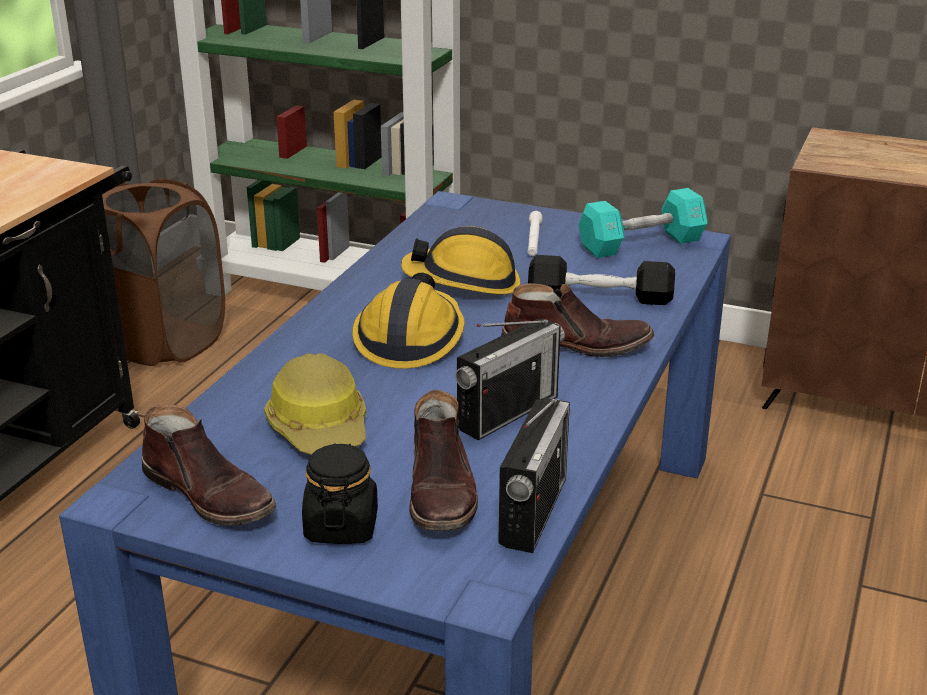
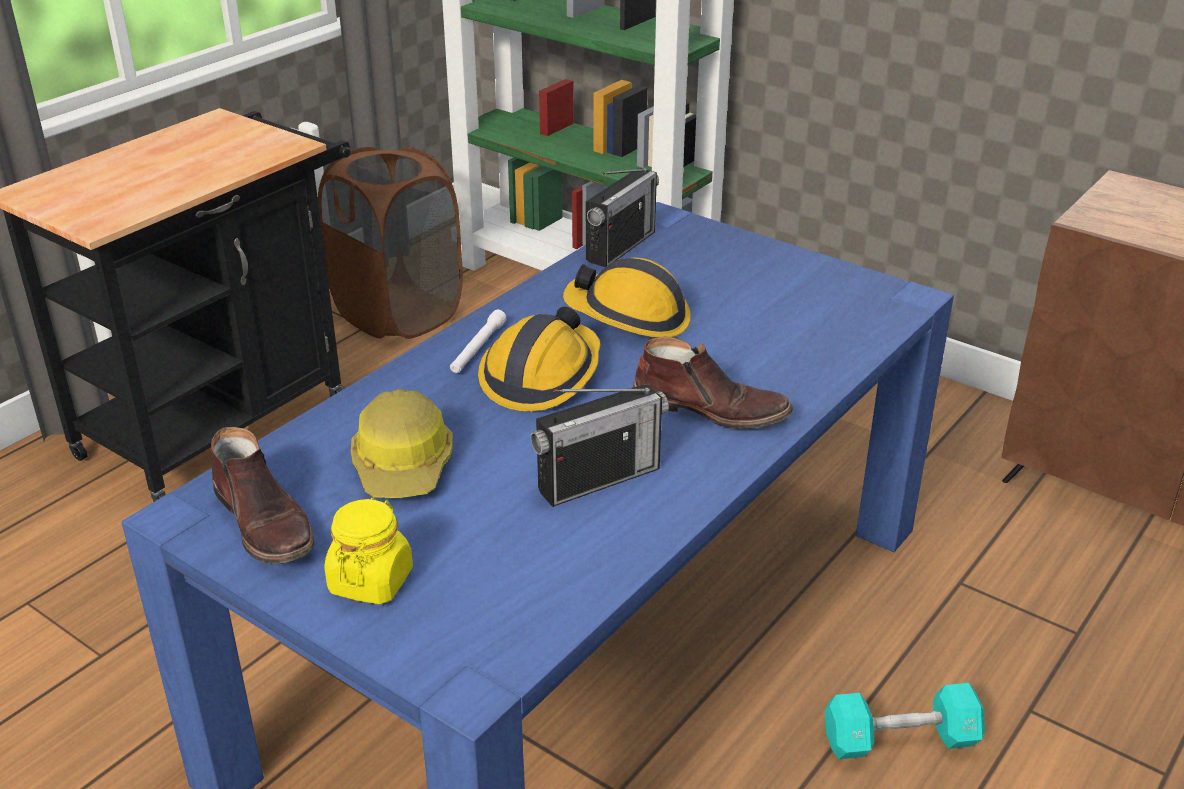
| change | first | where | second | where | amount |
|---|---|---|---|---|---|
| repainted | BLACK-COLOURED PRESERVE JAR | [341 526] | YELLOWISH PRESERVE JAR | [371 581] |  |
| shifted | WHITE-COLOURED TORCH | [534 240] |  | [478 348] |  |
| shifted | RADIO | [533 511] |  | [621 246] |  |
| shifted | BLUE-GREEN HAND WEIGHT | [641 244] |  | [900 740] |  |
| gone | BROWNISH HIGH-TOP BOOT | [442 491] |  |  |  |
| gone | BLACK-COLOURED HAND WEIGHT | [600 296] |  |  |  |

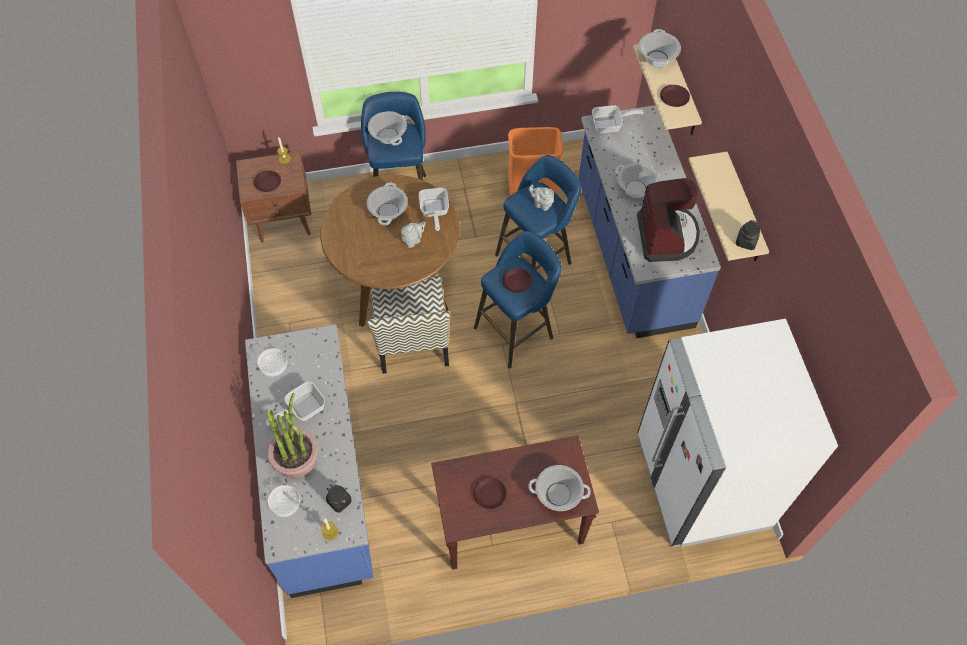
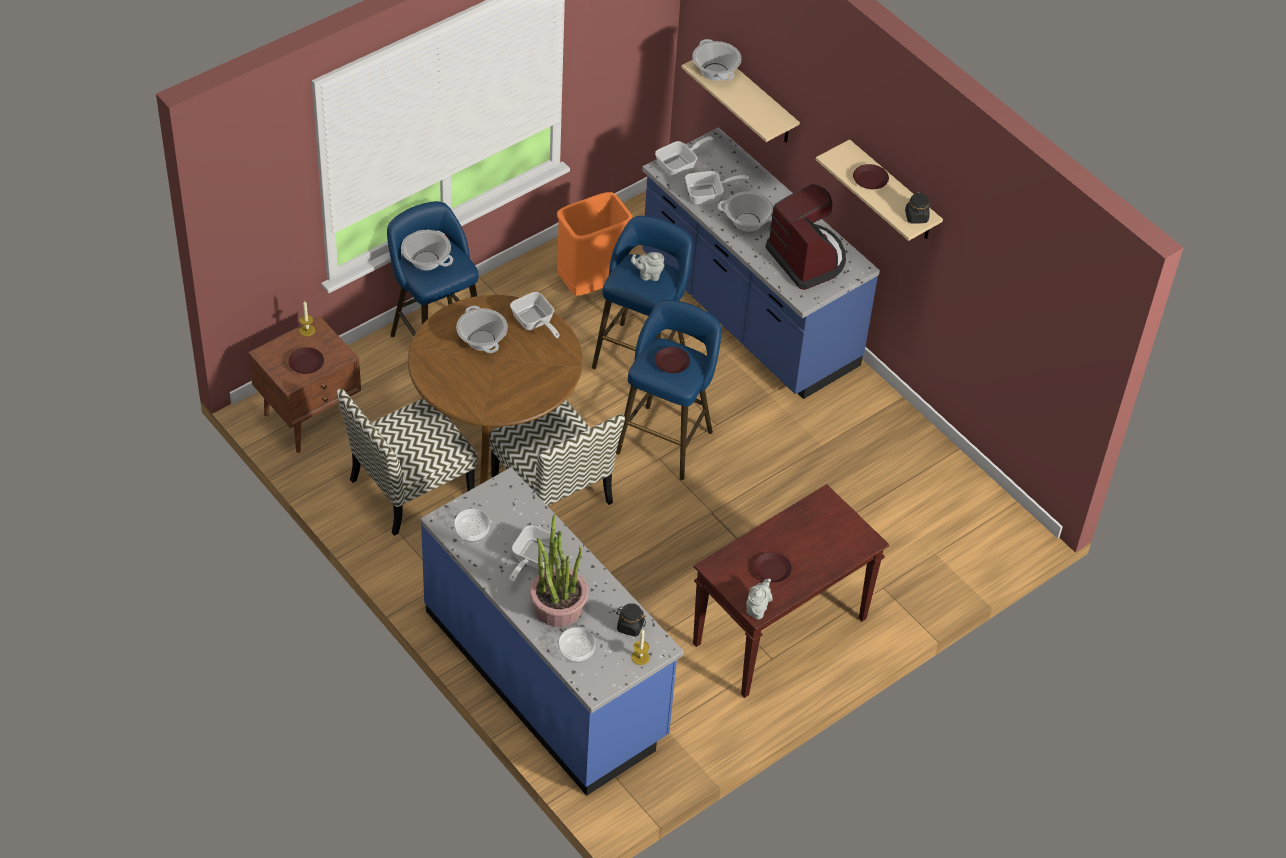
| change | first | where | second | where | amount |
|---|---|---|---|---|---|
| new |  |  | CHAIR | [410 488] |  |
| new |  |  | FRYING PAN | [708 195] |  |
| shifted | GREY TEA POT | [413 240] |  | [757 608] |  |
| shifted | BROWNISH DINNER PLATE | [674 98] |  | [870 179] |  |
| gone | SAUCEPOT | [558 494] |  |  |  |
| gone | WHITE-COLOURED FRIDGE | [701 482] |  |  |  |

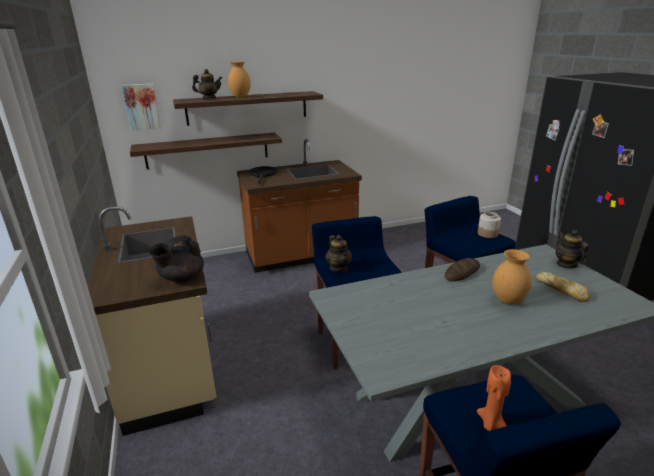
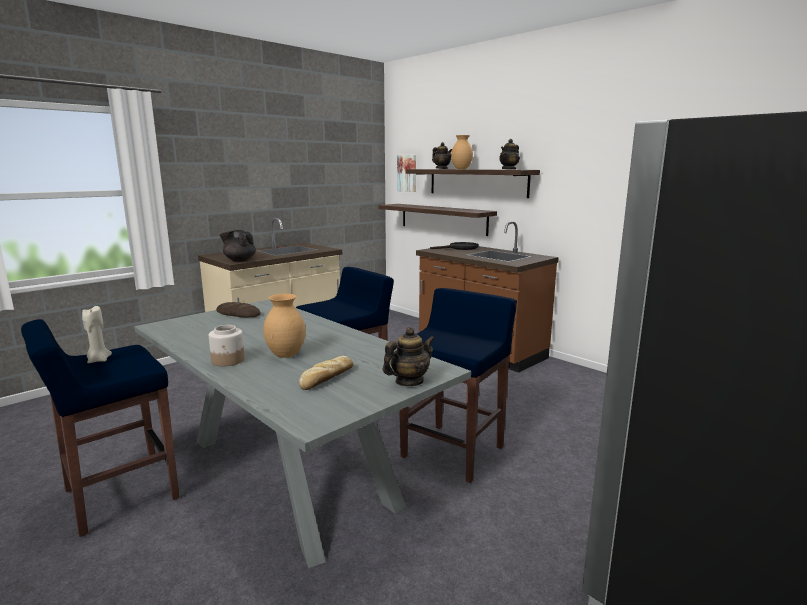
| change | first | where | second | where | amount |
|---|---|---|---|---|---|
| repainted | ORANGEY WAX CANDLE | [490 423] | BEIGE WAX CANDLE | [98 360] |  |
| shifted | PRESERVE JAR | [488 234] |  | [228 360] |  |
| shifted | BAKERY BREAD | [462 272] |  | [238 314] |  |
| shifted | TEA POT | [338 268] |  | [509 169] |  |

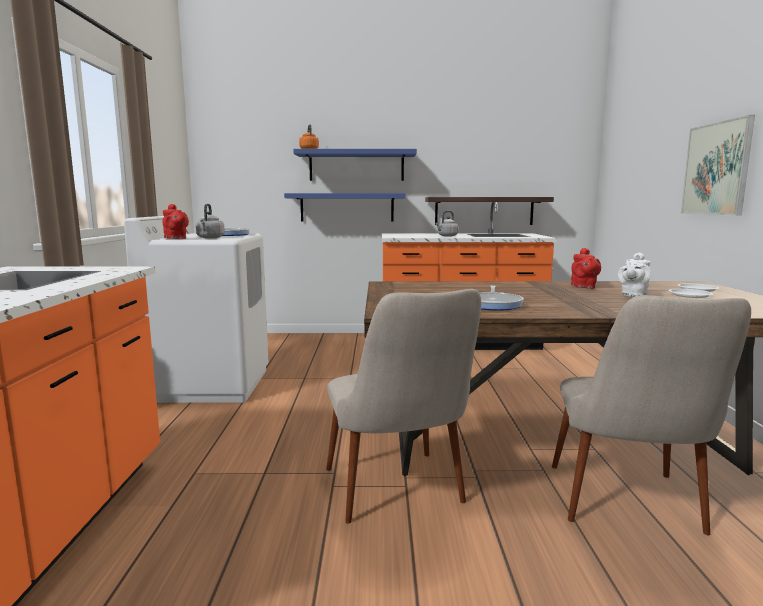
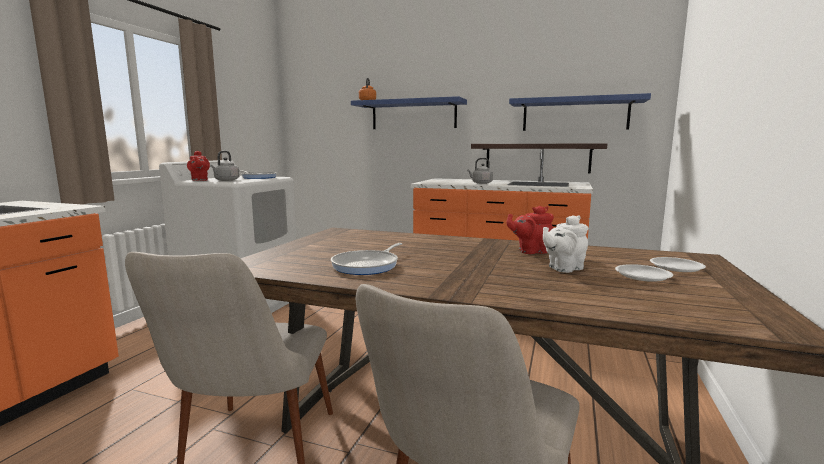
| change | first | where | second | where | amount |
|---|---|---|---|---|---|
| rotated | REDDISH TEA POT | [583 287] |  | [530 251] | 60 degrees clockwise |
| shifted | BLUISH BRACKET SHELF | [347 207] |  | [575 115] |  |
| gone | WALL ART | [716 169] |  |  |  |

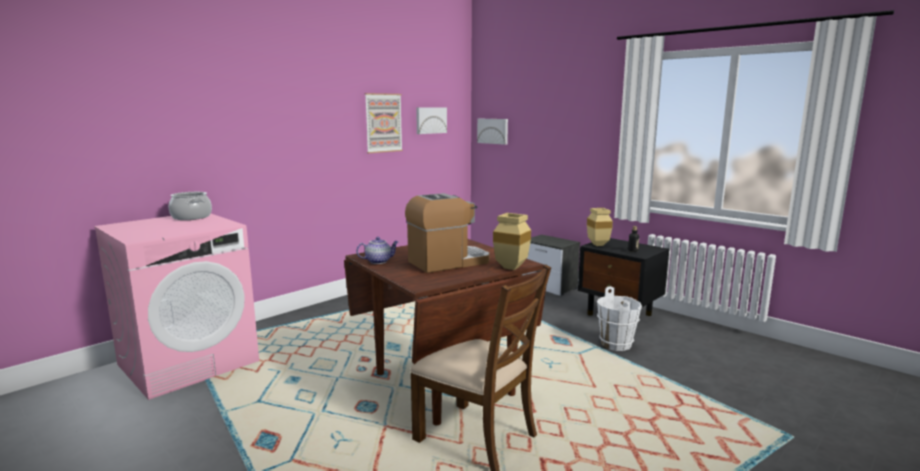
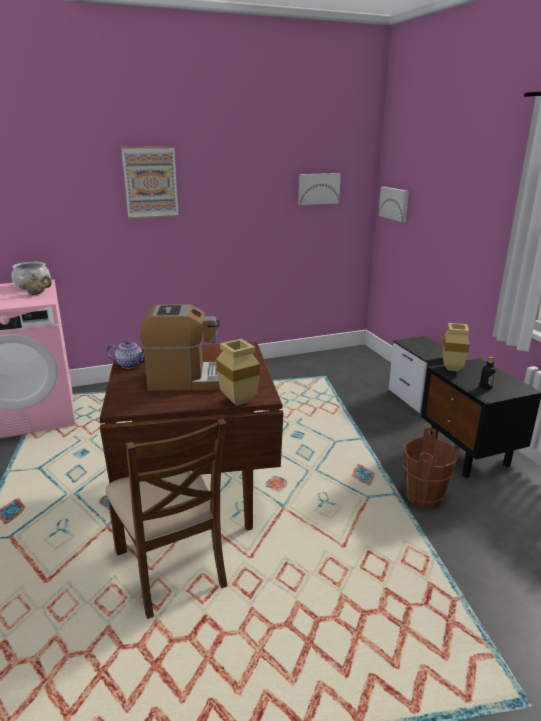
| change | first | where | second | where | amount |
|---|---|---|---|---|---|
| new |  |  | BEIGE TEA POT | [37 294] |  |
| shifted | WALL ART | [383 123] |  | [150 182] |  |
| repainted | WHITE-COLOURED BUCKET | [616 344] | BROWNISH BUCKET | [424 497] |  |

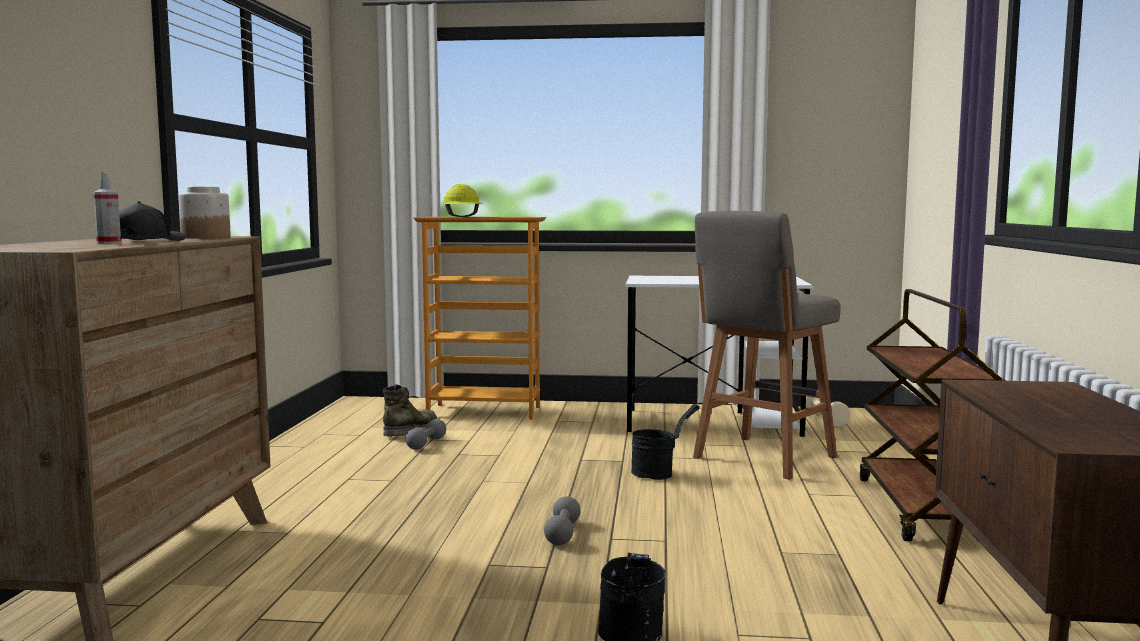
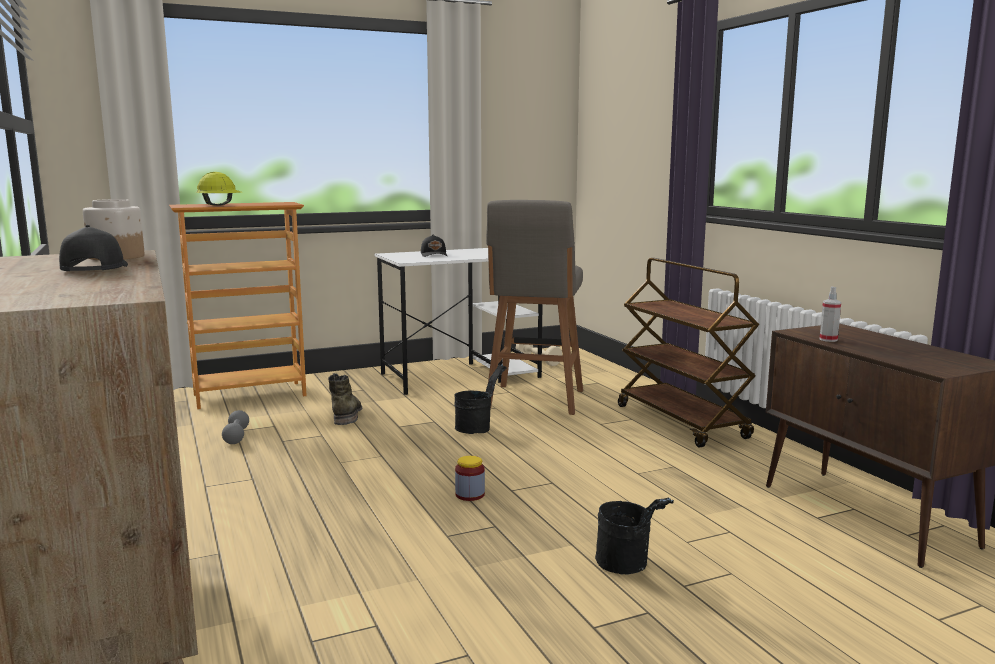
| change | first | where | second | where | amount |
|---|---|---|---|---|---|
| shifted | GREEN HIGH-TOP BOOT | [412 430] |  | [346 415] |  |
| new |  |  | BLACK-COLOURED CAP | [434 255] |  |
| swapped | GREY HAND WEIGHT | [562 533] | PRESERVE JAR | [470 495] |  |
| shifted | SPRAY BOTTLE | [109 243] |  | [828 339] |  |

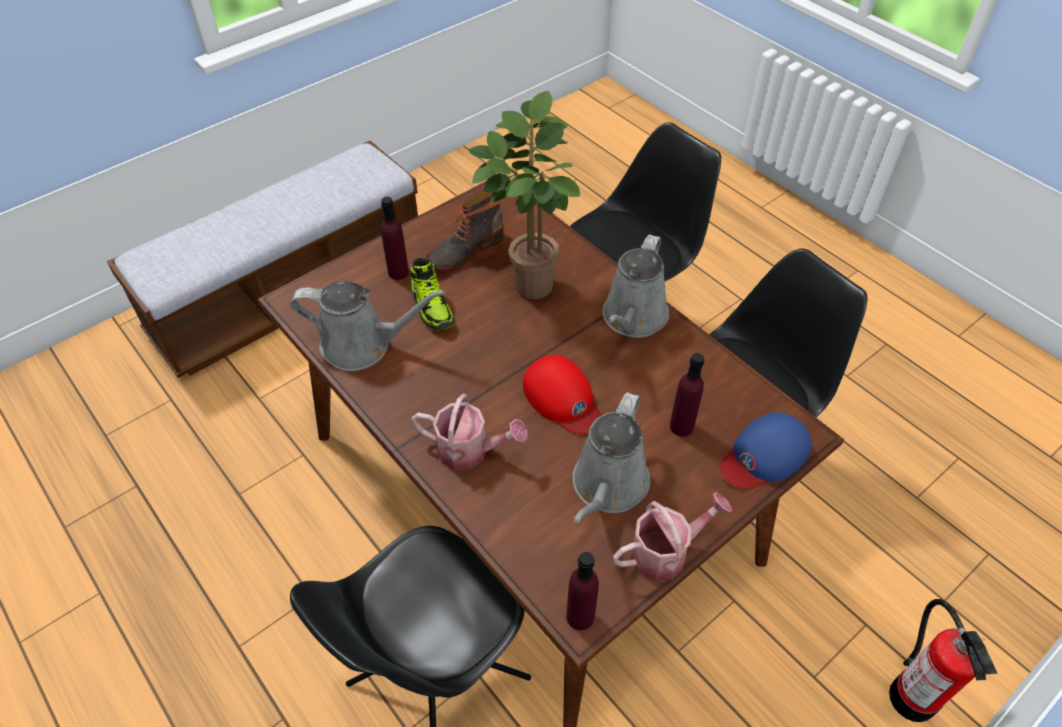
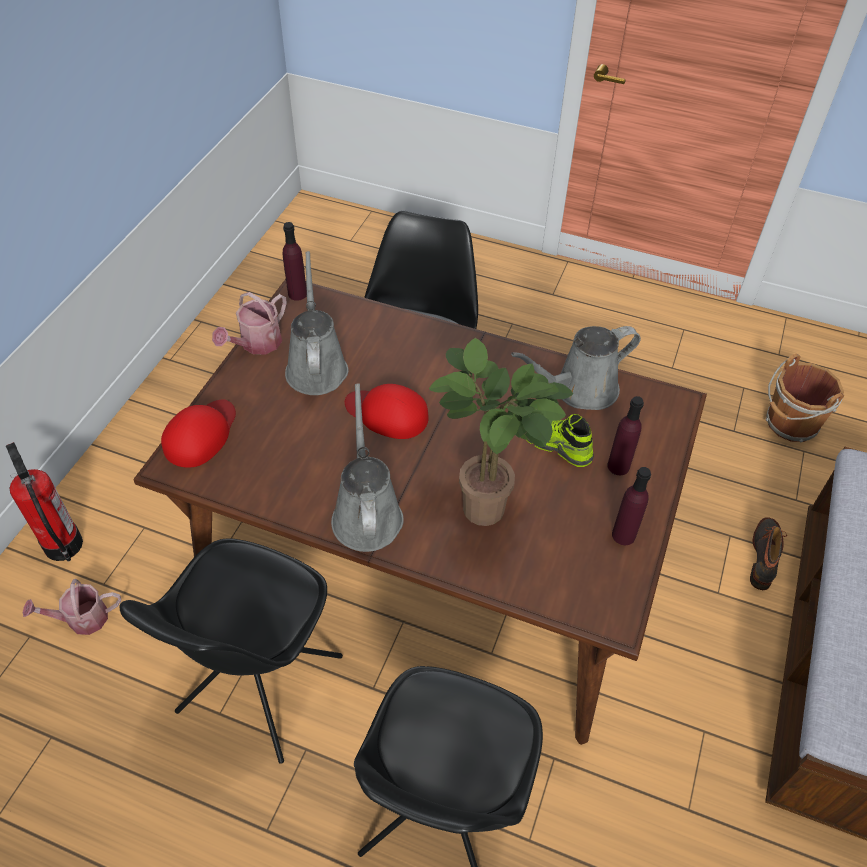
| change | first | where | second | where | amount |
|---|---|---|---|---|---|
| shifted | WATERING POT | [470 450] |  | [81 619] |  |
| repainted | BLUISH CAP | [764 455] | REDDISH CAP | [201 434] |  |
| shifted | PURPLE DRINK BOTTLE | [681 426] |  | [623 535] |  |
| shifted | HIGH-TOP BOOT | [464 250] |  | [765 556] |  |
| new |  |  | BROWNISH BUCKET | [790 424] |  |

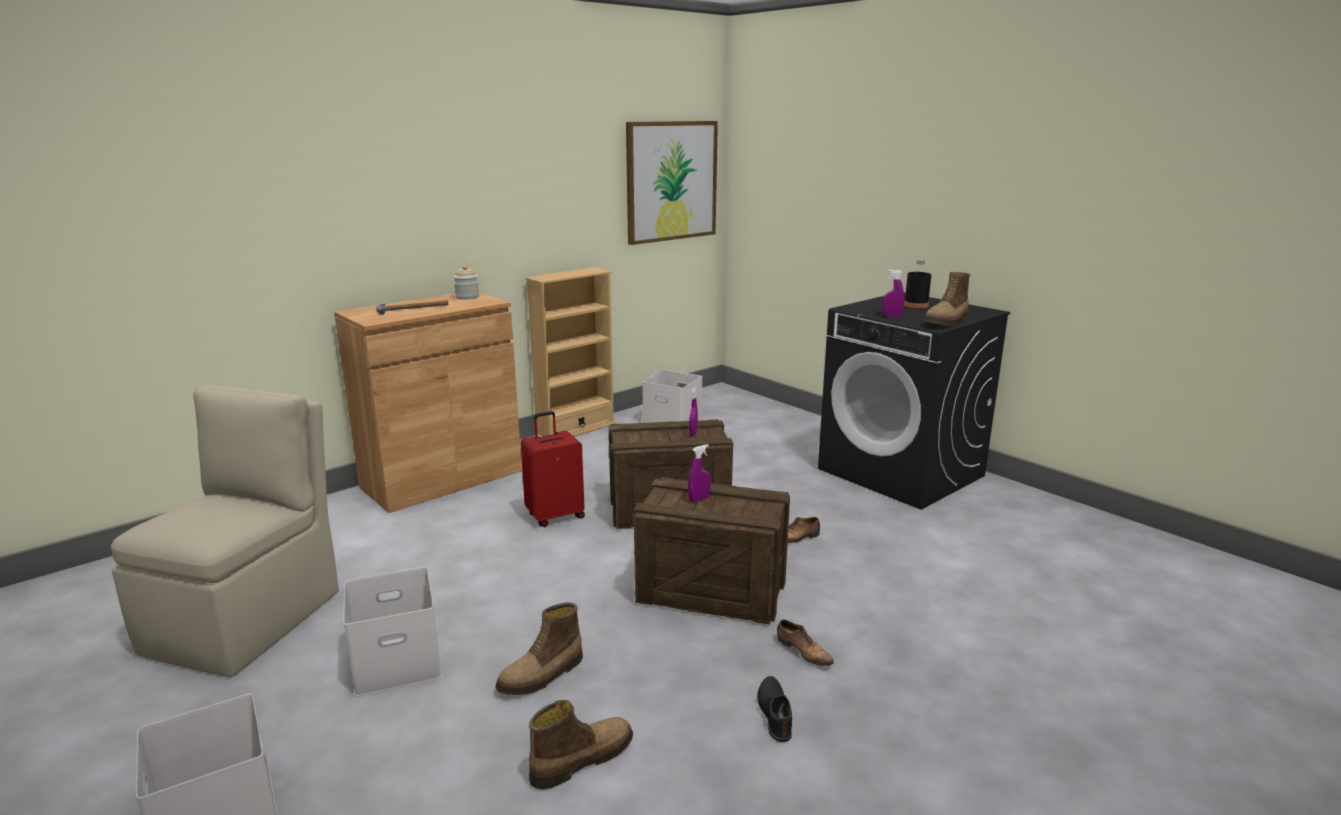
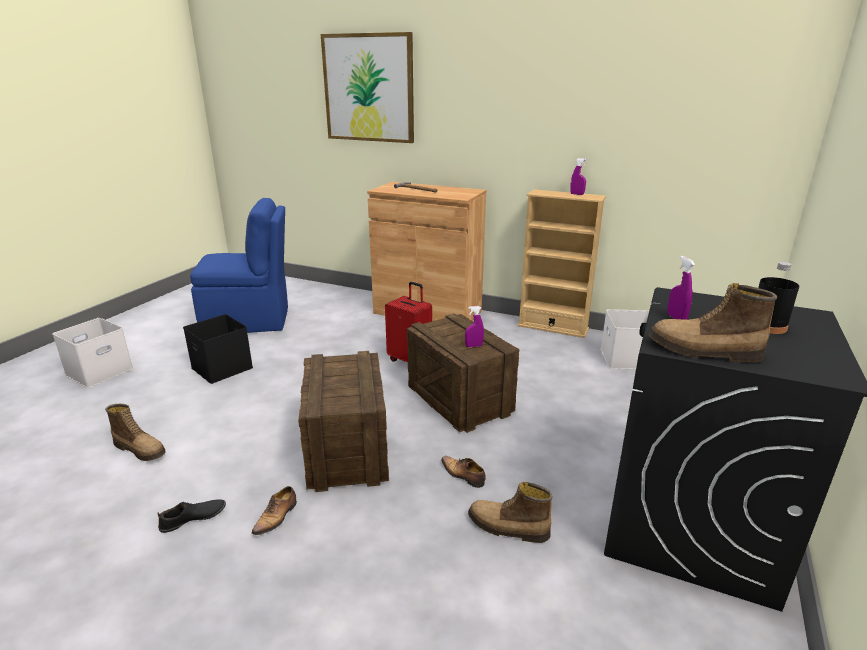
| change | first | where | second | where | amount |
|---|---|---|---|---|---|
| repainted | WHITE-COLOURED STORAGE BIN | [399 661] | BLACK-COLOURED STORAGE BIN | [223 367] |  |
| repainted | BEIGE CHAIR | [248 619] | BLUISH CHAIR | [249 321] |  |
| shifted | WALL ART | [671 181] |  | [368 88] |  |
| shifted | HIGH-TOP BOOT | [542 676] |  | [507 528] |  |
| shifted | PURPLE SPRAY BOTTLE | [699 499] |  | [577 194] |  |
| gone | PRESERVE JAR | [467 297] |  |  |  |

